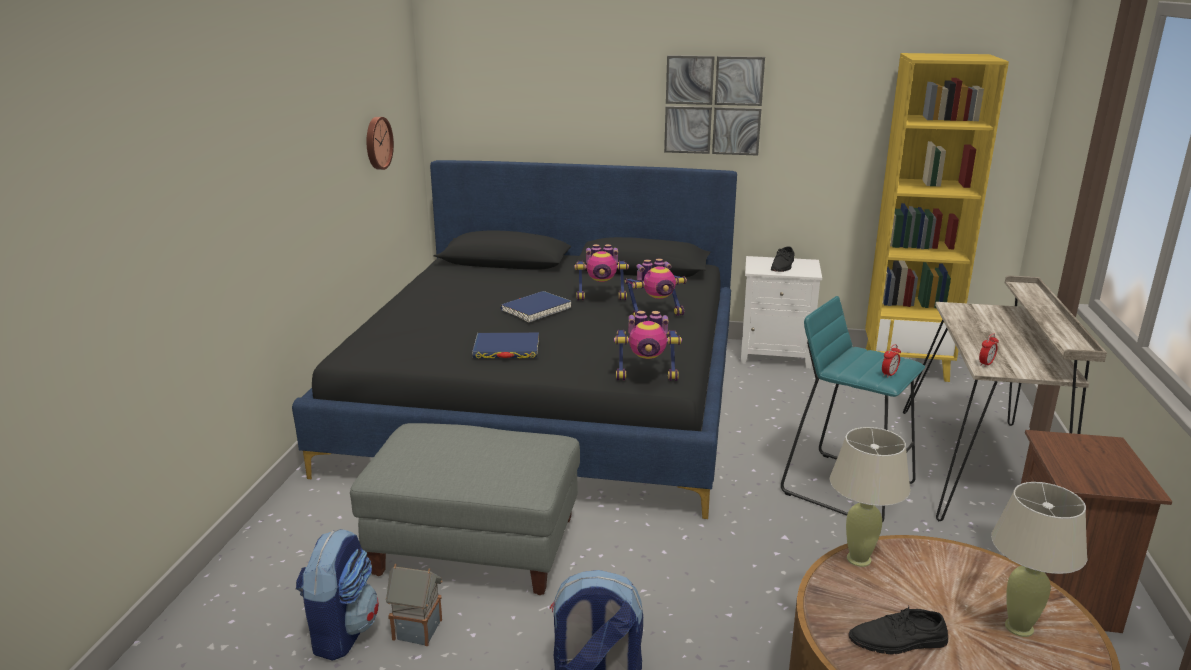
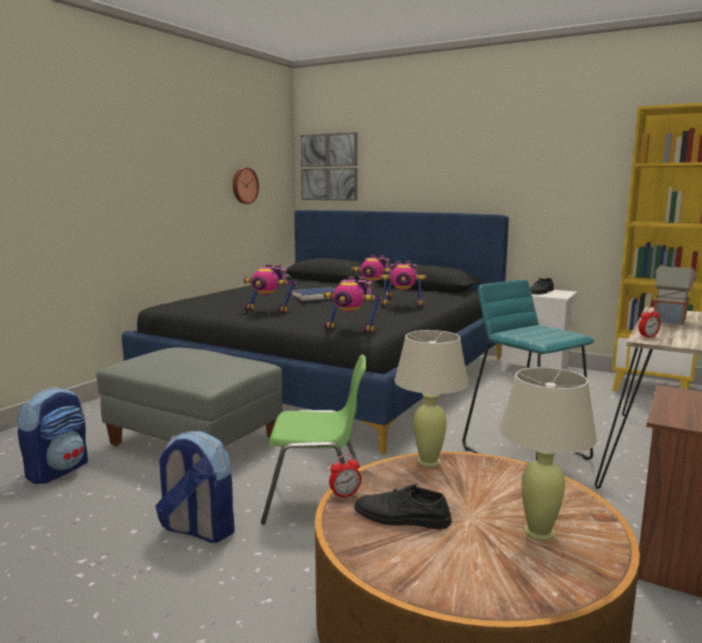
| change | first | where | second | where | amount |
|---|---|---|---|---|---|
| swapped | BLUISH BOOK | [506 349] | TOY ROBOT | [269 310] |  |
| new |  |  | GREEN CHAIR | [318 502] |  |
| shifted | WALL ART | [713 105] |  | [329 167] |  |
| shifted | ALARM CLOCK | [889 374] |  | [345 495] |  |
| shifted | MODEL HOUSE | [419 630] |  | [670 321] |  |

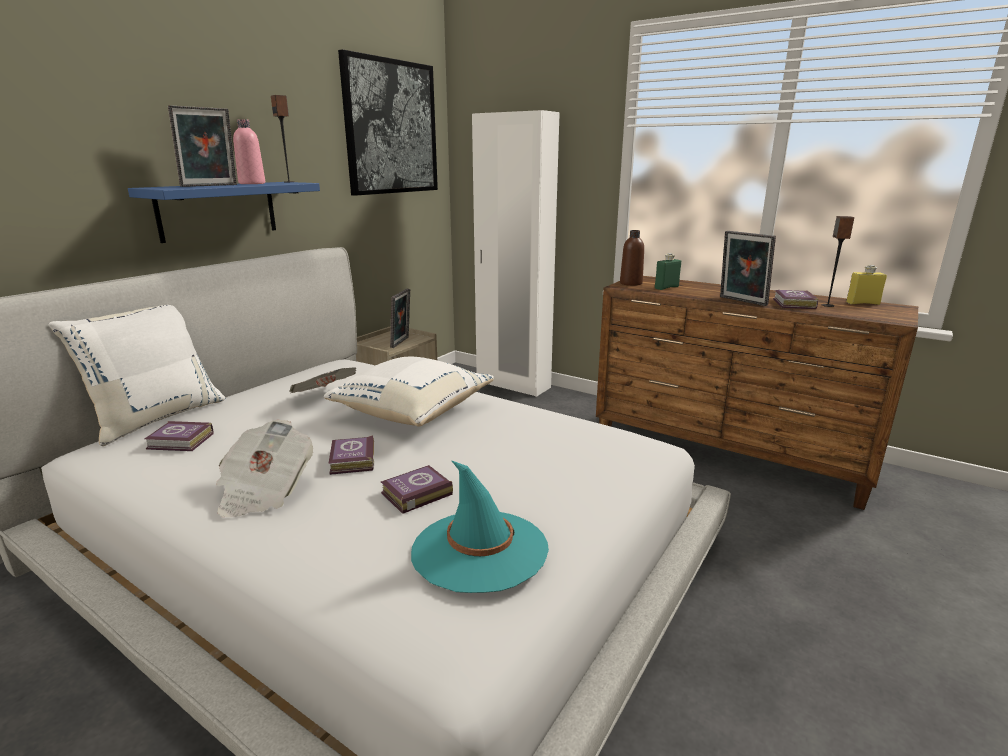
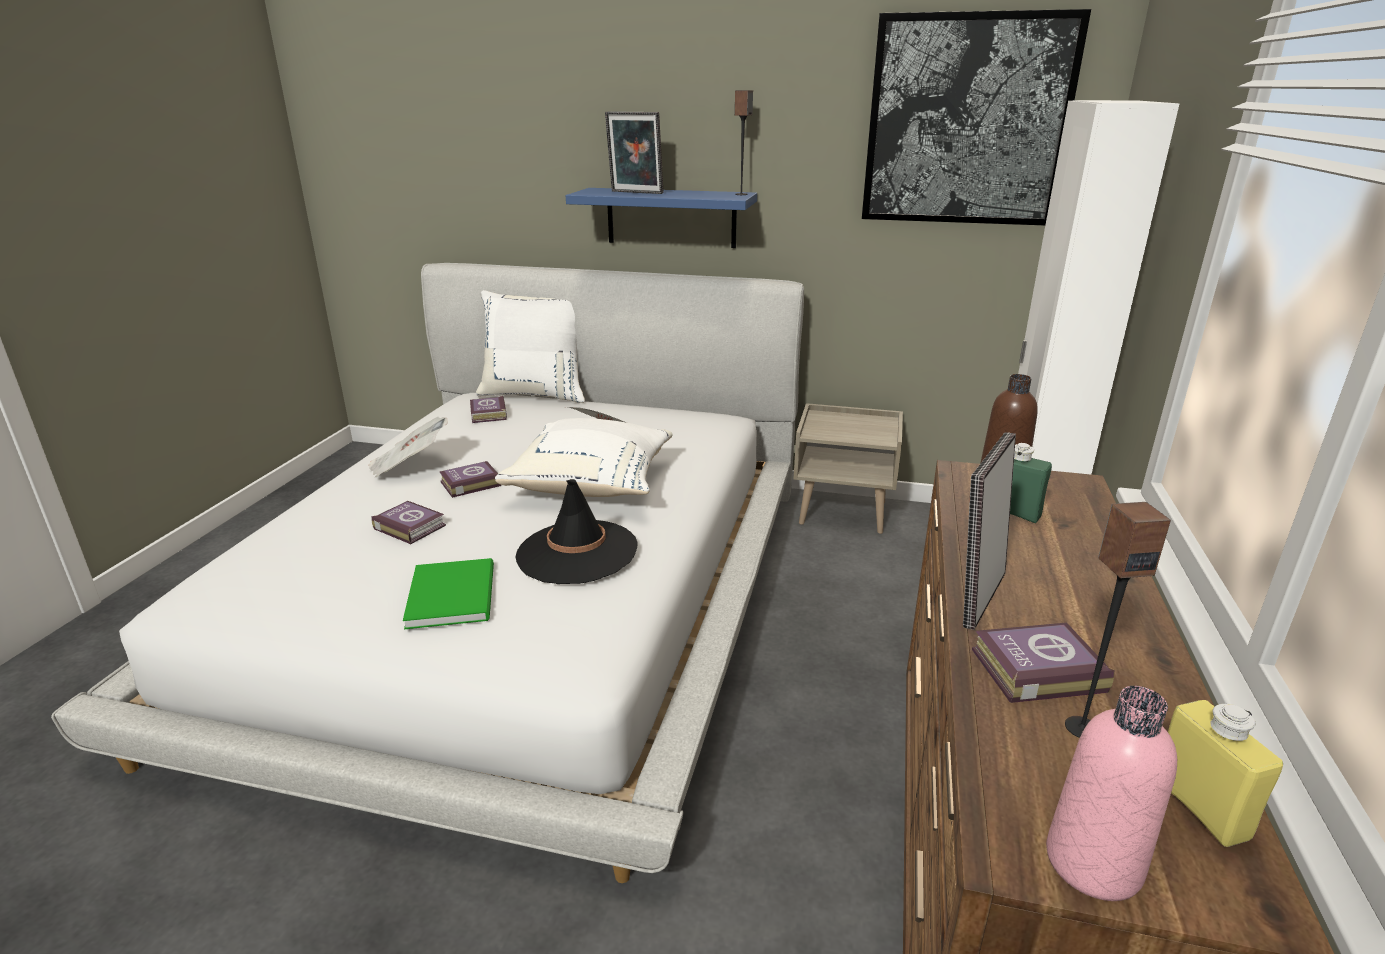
| change | first | where | second | where | amount |
|---|---|---|---|---|---|
| new |  |  | GREEN BOOK | [454 593] |  |
| new |  |  | BLACK-COLOURED HAT | [577 552] |  |
| shifted | PINK DRINK BOTTLE | [252 183] |  | [1093 863] |  |
| gone | STANDING FRAME | [402 342] |  |  |  |
| gone | BLUE-GREEN HAT | [479 550] |  |  |  |

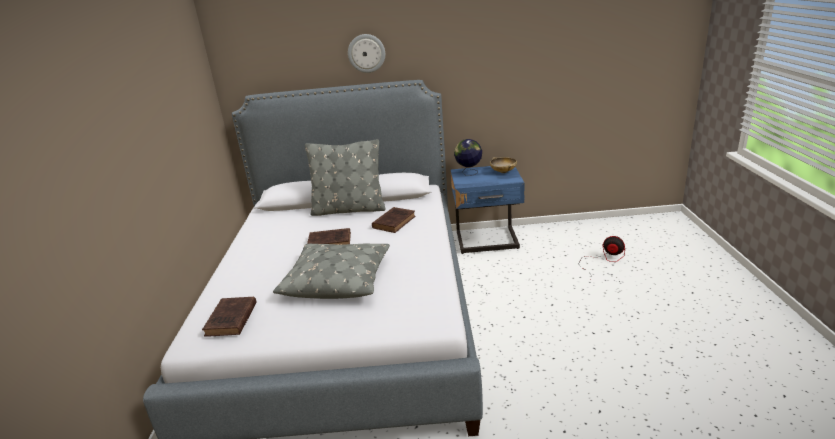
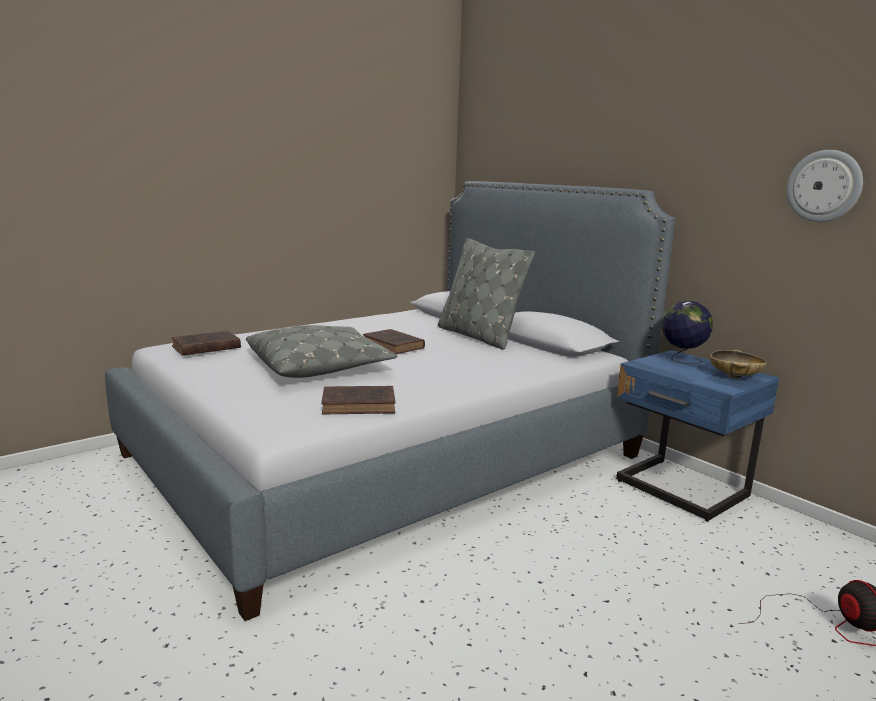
| change | first | where | second | where | amount |
|---|---|---|---|---|---|
| shifted | BROWNISH BOOK | [394 222] |  | [361 405] |  |
| shifted | CLOCK ON THE WALL | [366 53] |  | [824 186] |  |

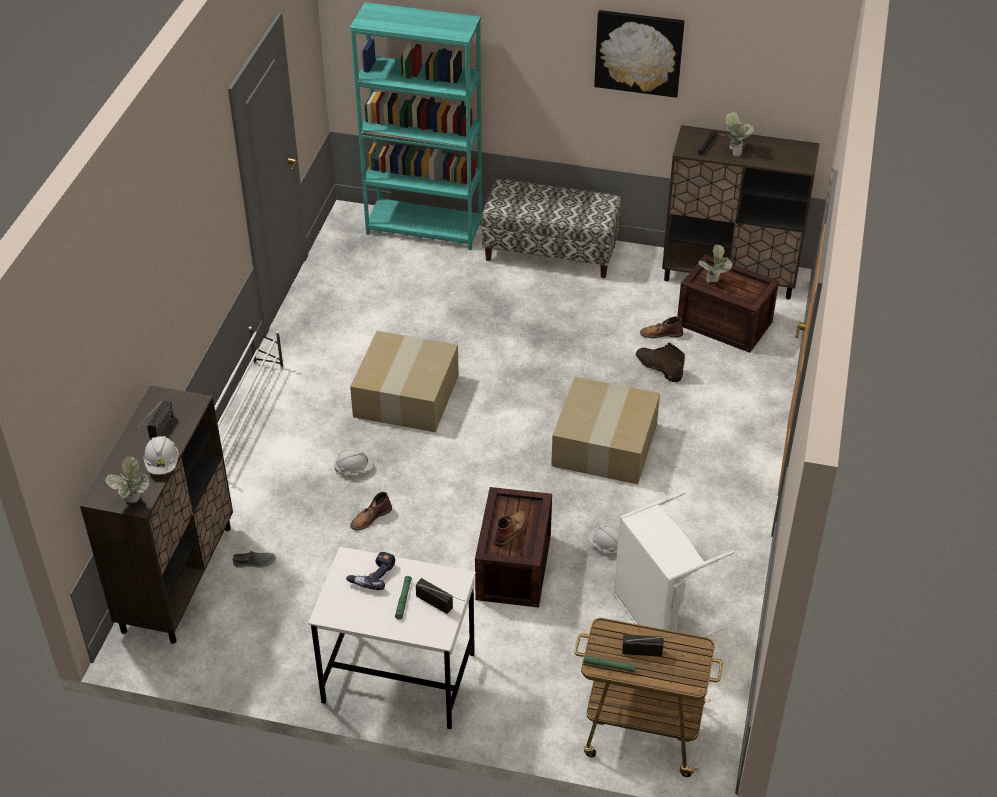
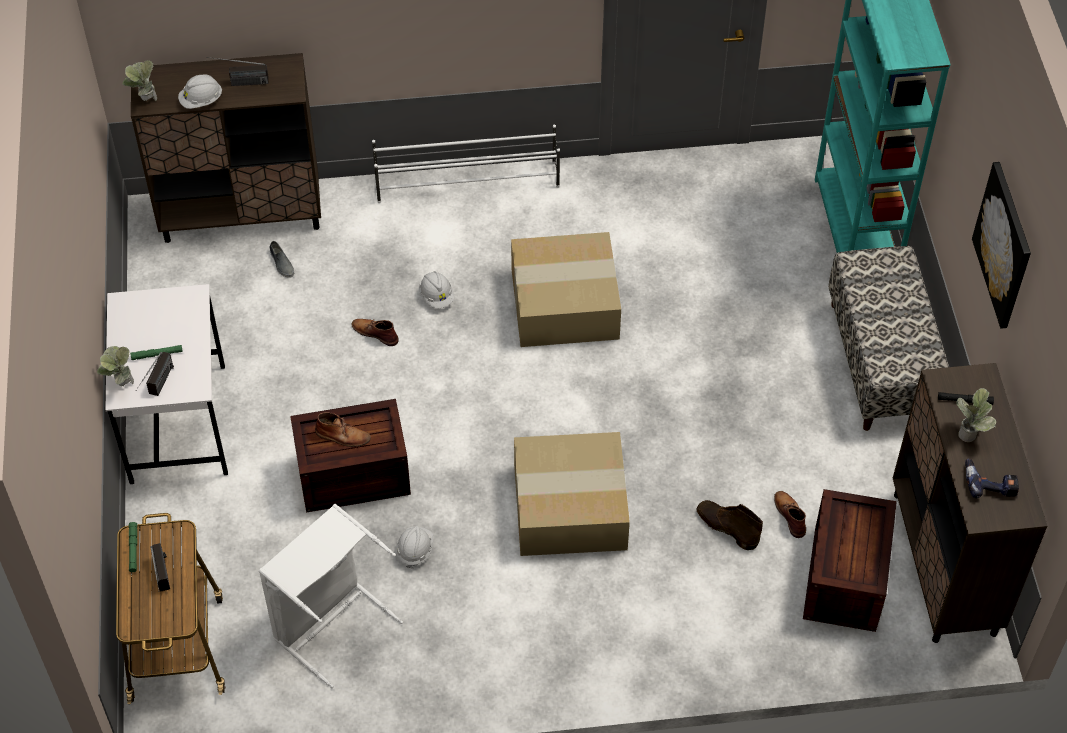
| change | first | where | second | where | amount |
|---|---|---|---|---|---|
| shifted | PLANT IN A POT | [713 283] |  | [121 384] |  |
| rotated | BROWNISH HIGH-TOP BOOT | [658 367] |  | [726 527] | 75 degrees counterclockwise |
| shifted | ELECTRIC DRILL | [372 575] |  | [989 483] |  |

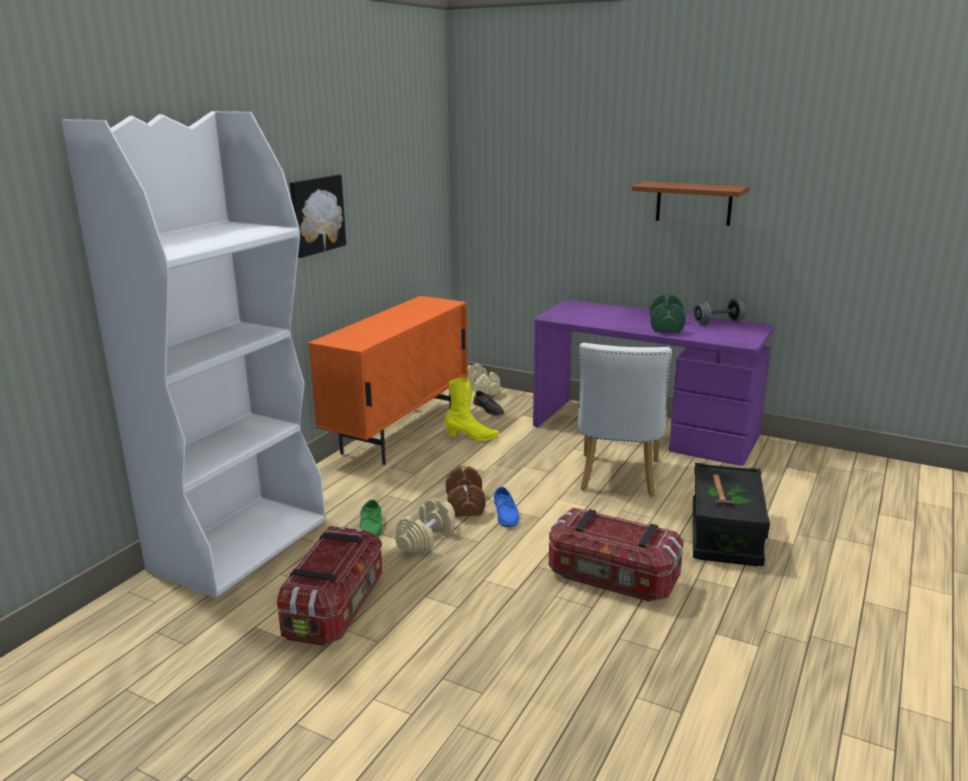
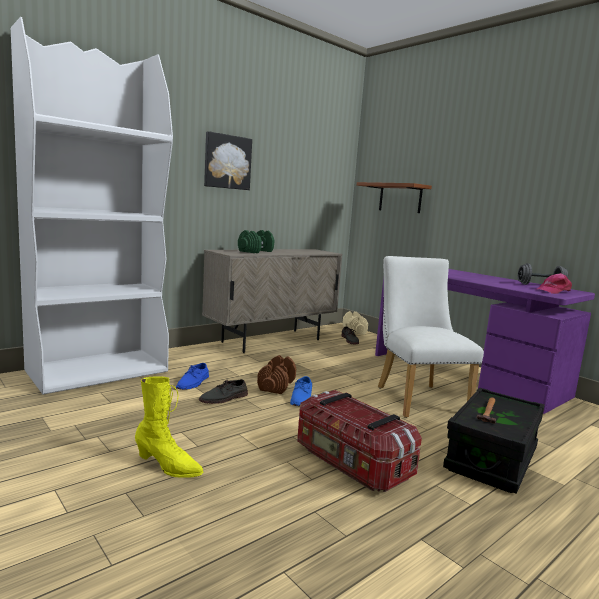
| change | first | where | second | where | amount |
|---|---|---|---|---|---|
| shifted | YELLOWISH HIGH-TOP BOOT | [472 437] |  | [167 466] |  |
| repainted | GREEN ITEM OF FOOTWEAR | [371 528] | BLUISH ITEM OF FOOTWEAR | [193 383] |  |
| swapped | BEIGE HAND WEIGHT | [426 539] | GREY ITEM OF FOOTWEAR | [224 398] |  |
| repainted | ORANGEY CABINET | [399 435] | BEIGE CABINET | [272 341] |  |
| shifted | GREEN HAND WEIGHT | [666 326] |  | [256 251] |  |
| shifted | BROWNISH BRACKET SHELF | [693 203] |  | [400 198] |  |
| rotated | WHITE-COLOURED CHAIR | [618 479] |  | [417 397] | 135 degrees clockwise |
| new |  |  | PINK CAP | [553 291] |  |
| gone | STORAGE BIN | [336 608] |  |  |  |

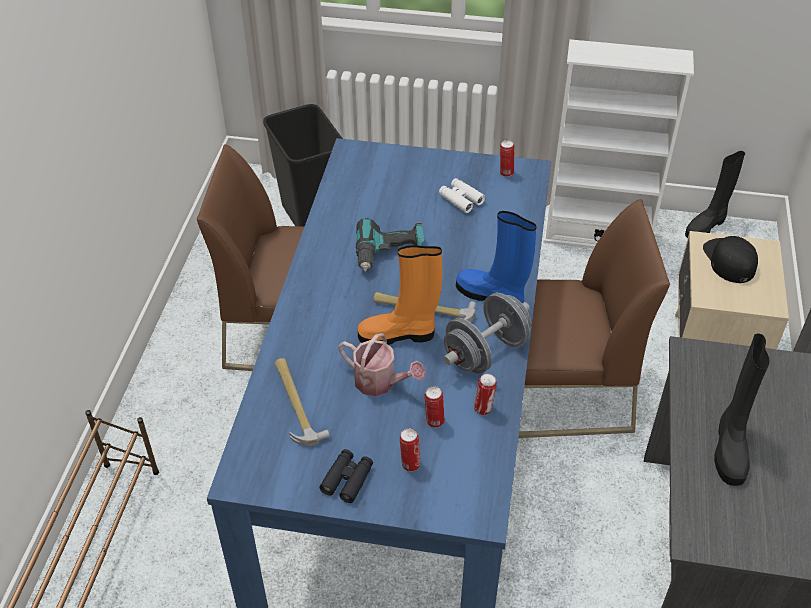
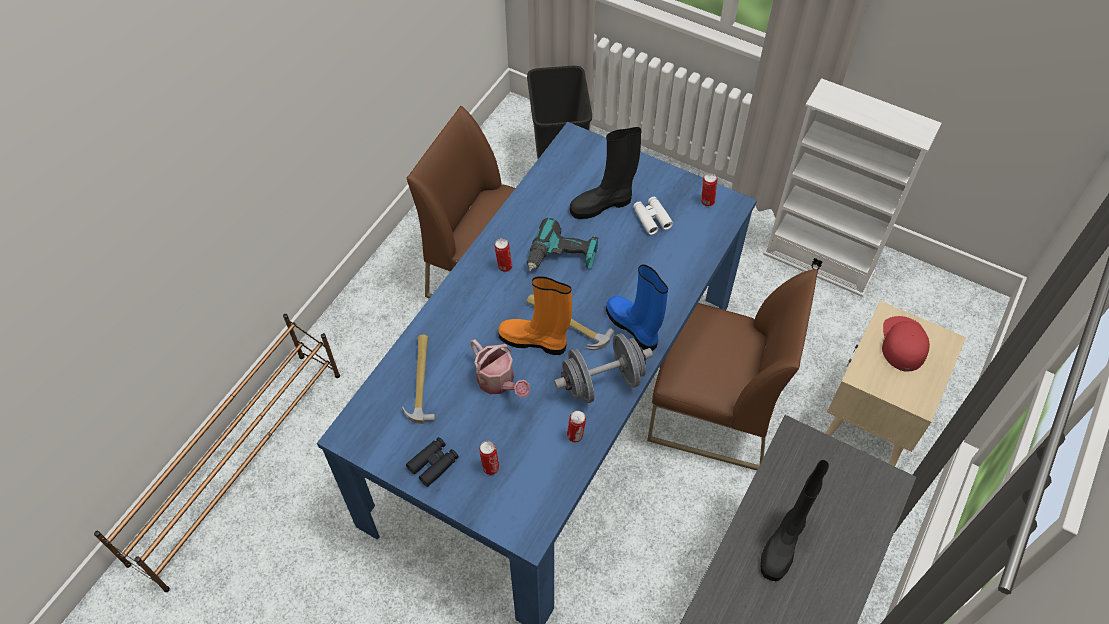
| change | first | where | second | where | amount |
|---|---|---|---|---|---|
| shifted | METAL CAN | [434 421] |  | [504 266] |  |
| shifted | BLACK-COLOURED HIGH-TOP BOOT | [706 226] |  | [602 204] |  |
| repainted | BLACK-COLOURED CAP | [729 260] | REDDISH CAP | [903 343] |  |

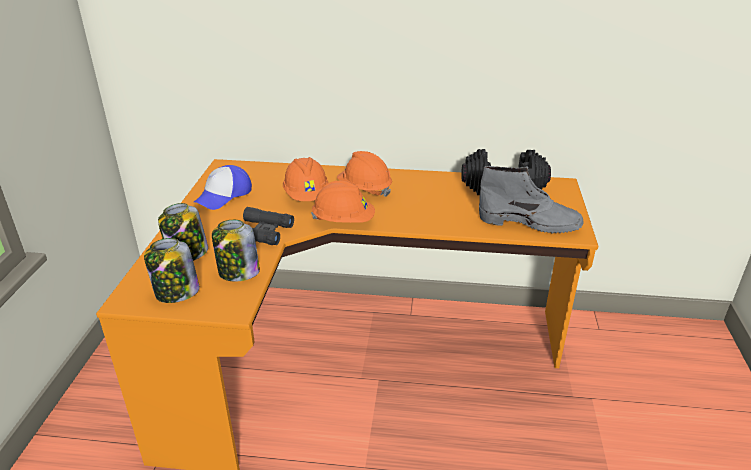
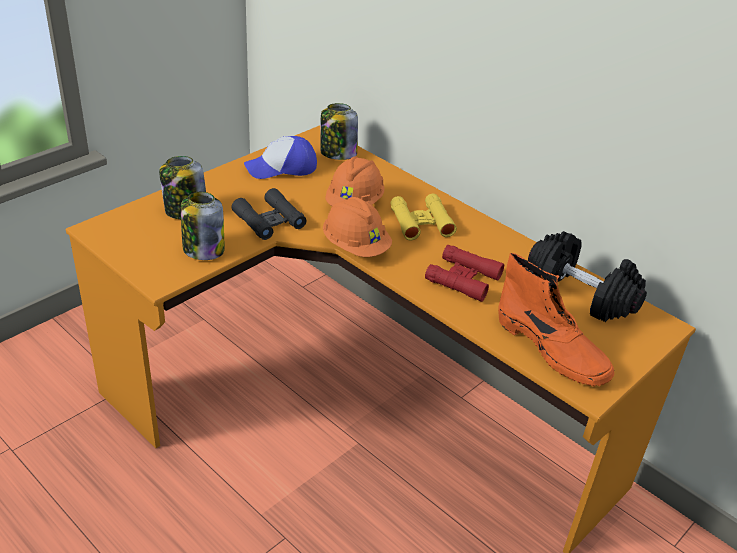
| change | first | where | second | where | amount |
|---|---|---|---|---|---|
| shifted | PRESERVE JAR | [176 293] |  | [337 153] |  |
| swapped | ORANGEY SAFETY HELMET | [364 189] | YELLOWISH FIELD GLASSES | [421 223] |  |
| new |  |  | REDDISH FIELD GLASSES | [463 279] |  |
| repainted | GREY HIGH-TOP BOOT | [530 223] | ORANGEY HIGH-TOP BOOT | [552 349] |  |

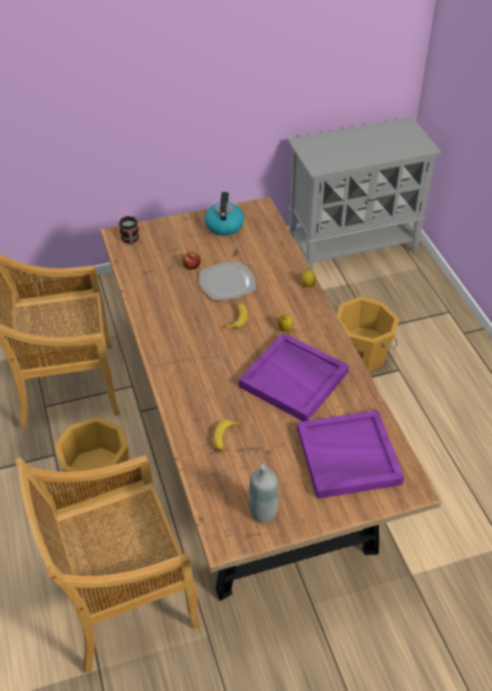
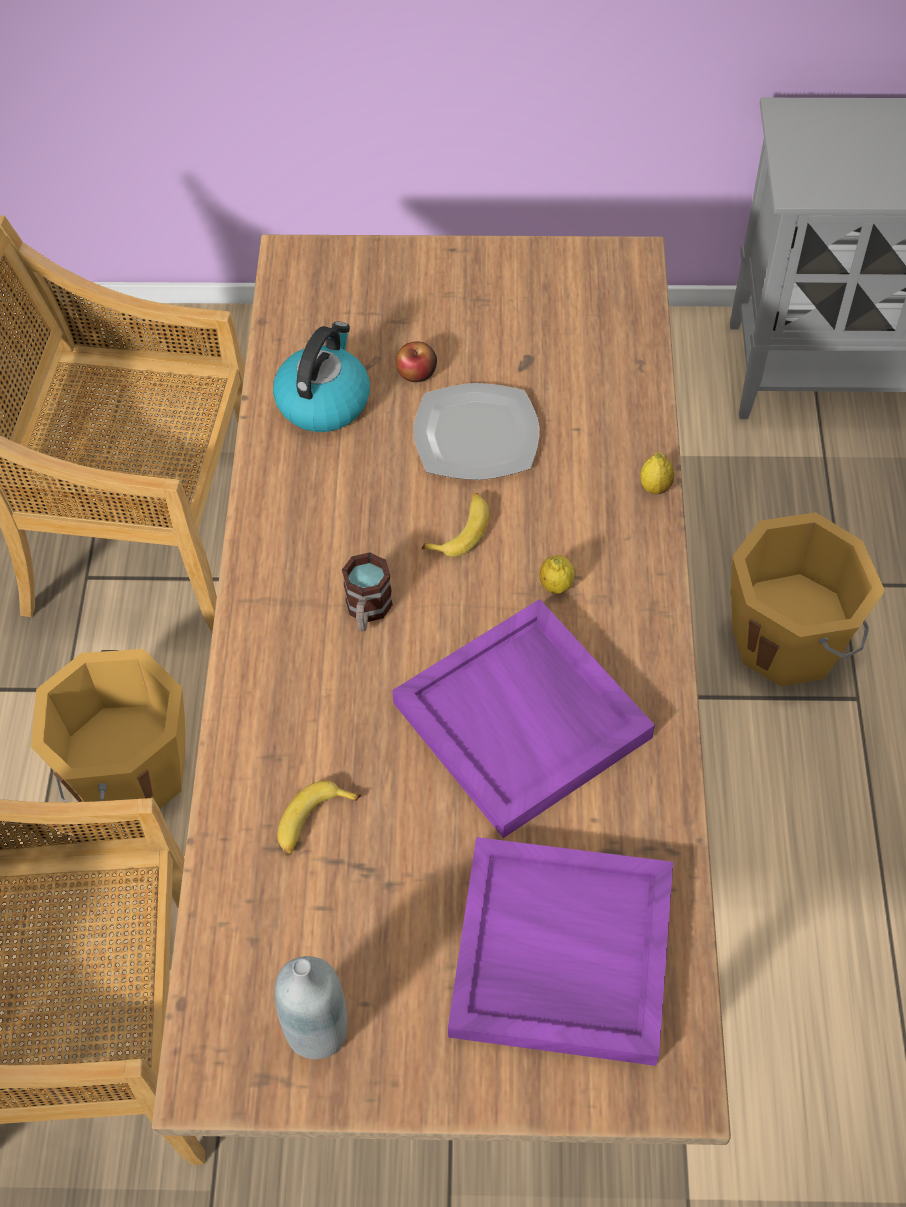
| change | first | where | second | where | amount |
|---|---|---|---|---|---|
| shifted | TEA KETTLE | [224 225] |  | [323 401] |  |
| shifted | COFFEE MUG | [130 240] |  | [367 611] |  |

